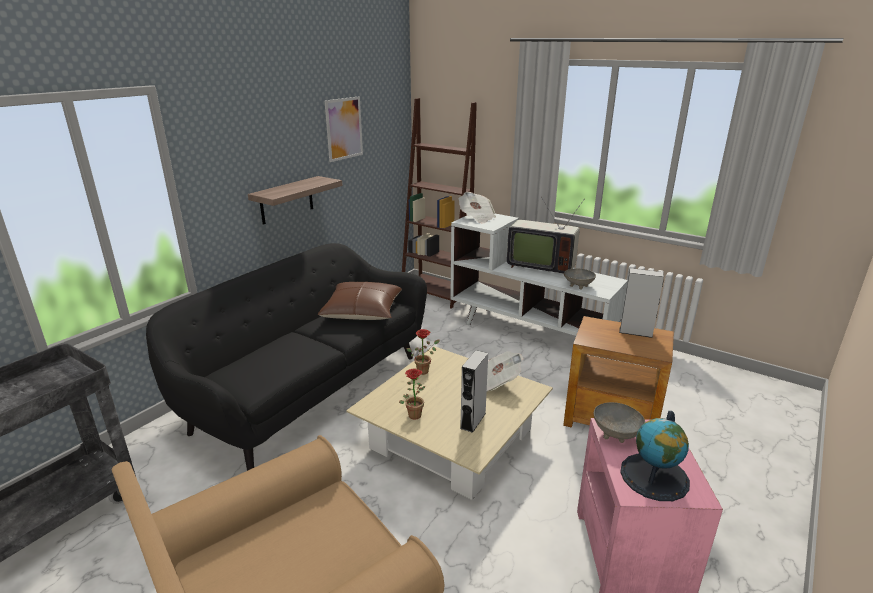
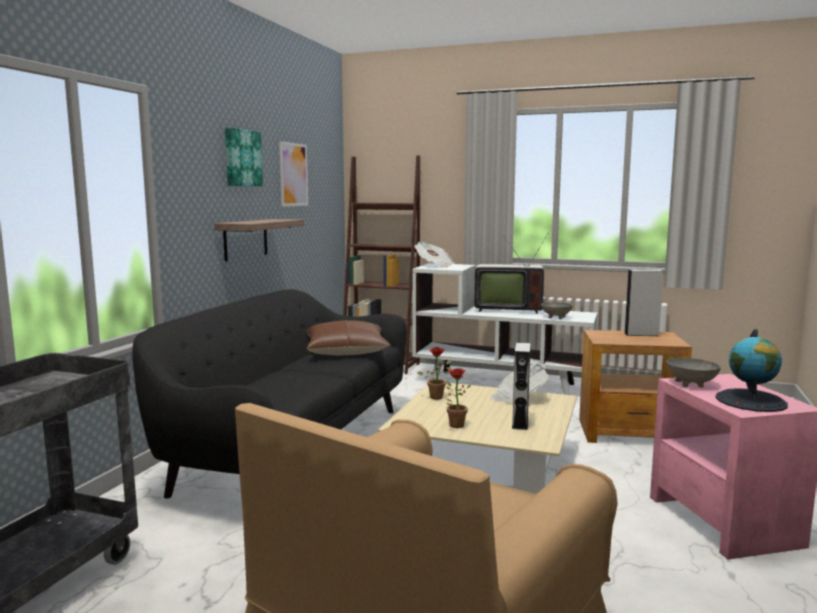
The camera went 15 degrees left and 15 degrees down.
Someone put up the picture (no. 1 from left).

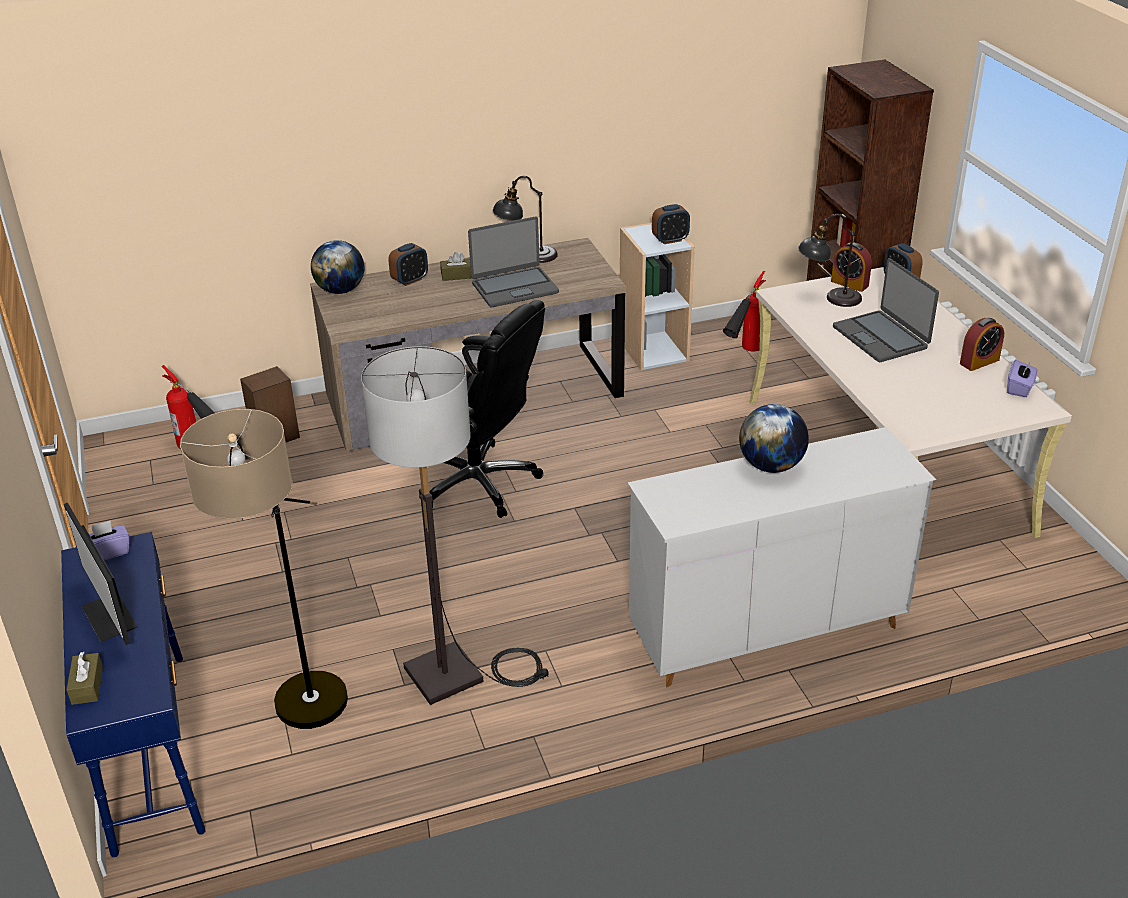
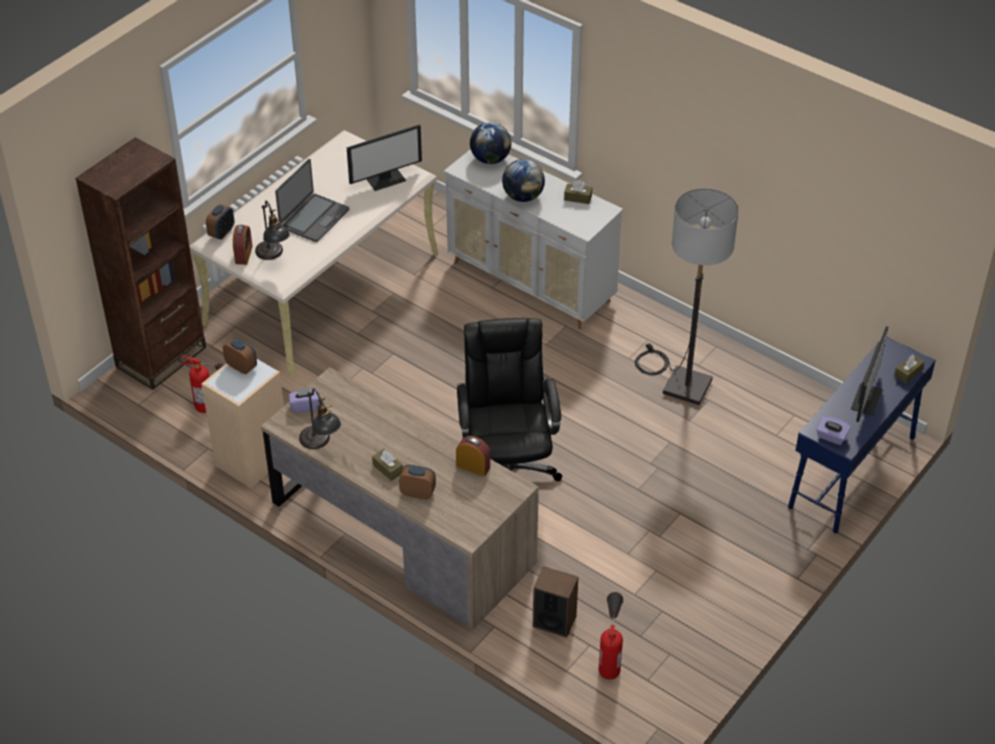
The camera went 125 degrees left and 10 degrees up.
Someone carried the purple-coloured box of tissues (no. 2 from left in the first image).
Someone put down the monitor (no. 1 from left).
Someone carried the table clock (no. 5 from left).
Someone carried the globe (no. 1 from left).
Someone put down the brownish box of tissues (no. 2 from left).
Someone took away the standing lamp (no. 1 from left).
Someone took away the laptop (no. 1 from left).

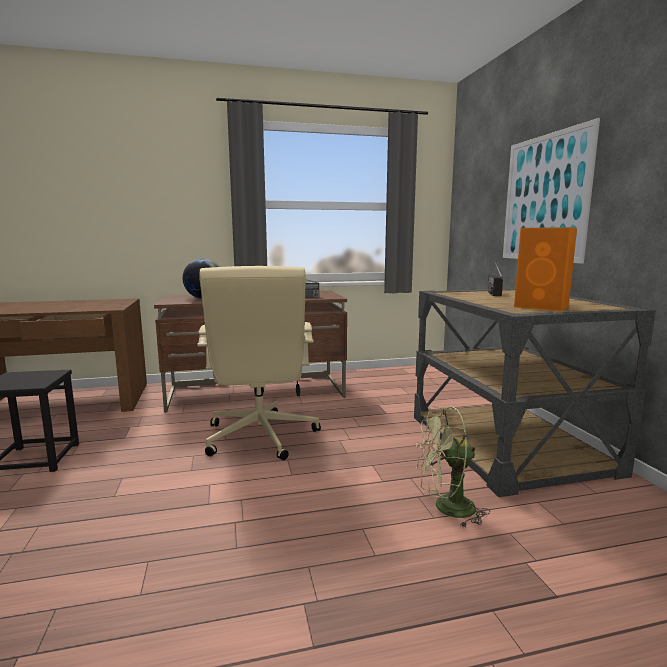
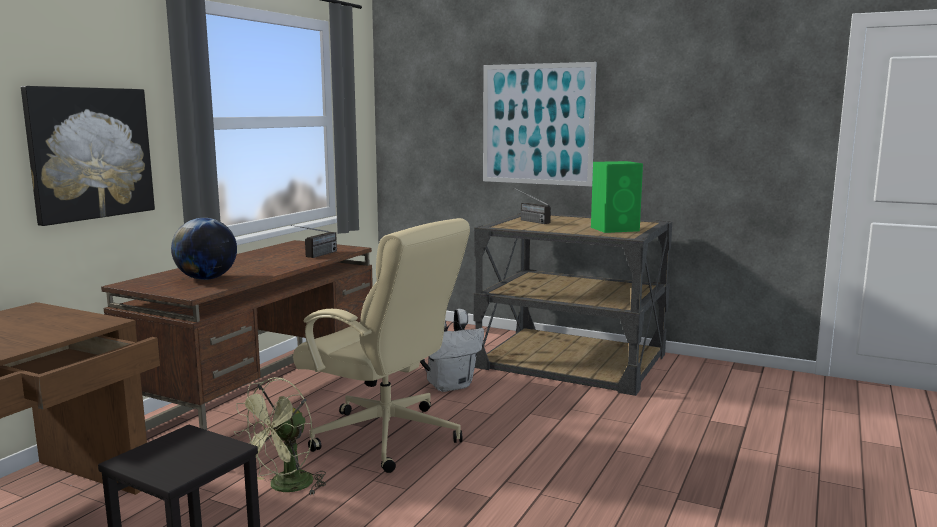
The camera went 50 degrees left and 0 degrees up.
Someone put up the picture (no. 1 from left).
Someone carried the green-coloured cooling fan.
Someone put down the whitish knapsack.
Someone repainted the orangey speaker, which became the green-coloured speaker.

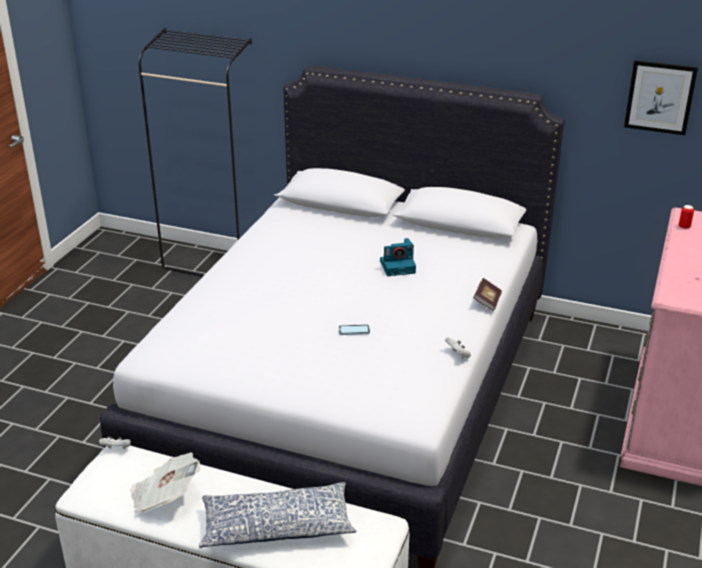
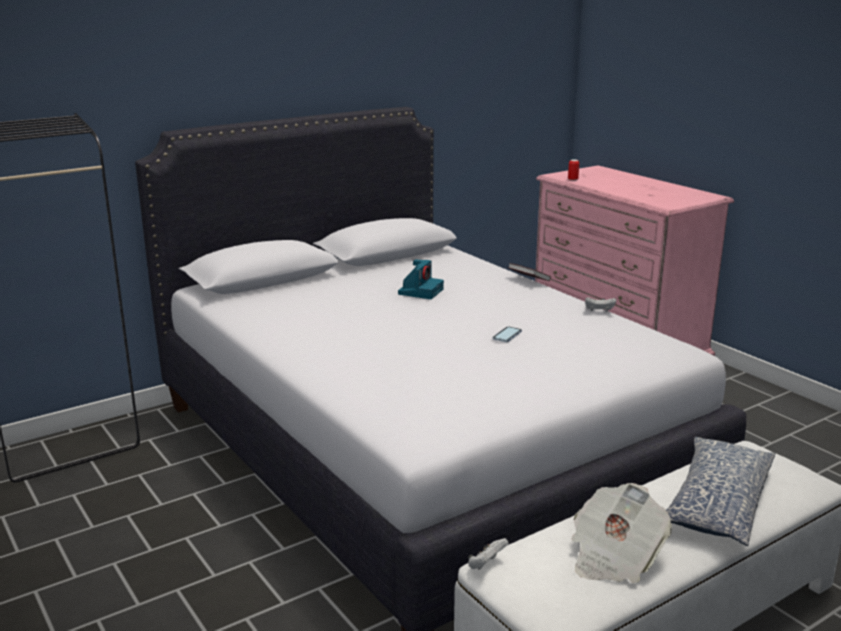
The camera went 55 degrees left and 10 degrees down.
Someone took away the picture.

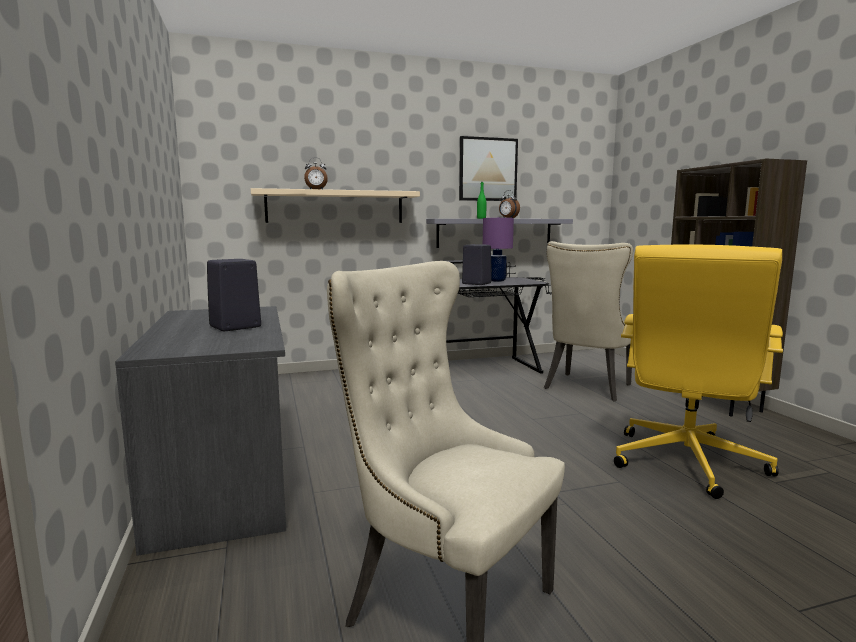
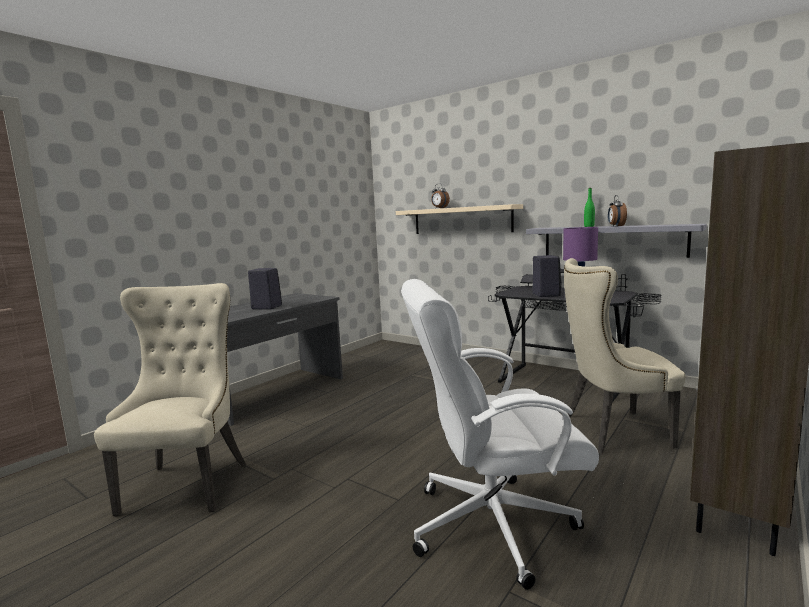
The camera went 55 degrees right and 0 degrees up.
Someone repainted the yellow desk chair, which became the whitish desk chair.
Someone took away the picture.

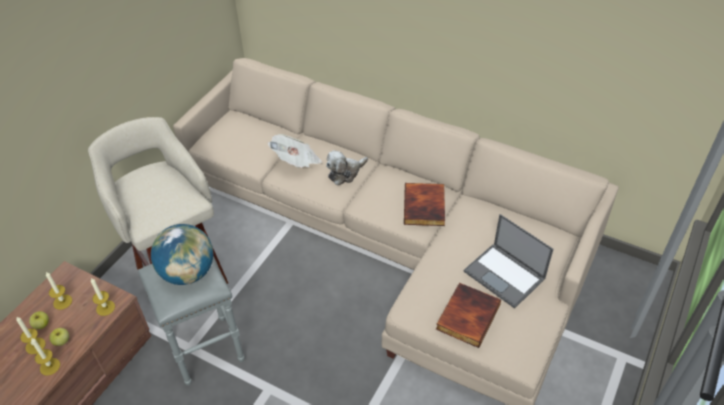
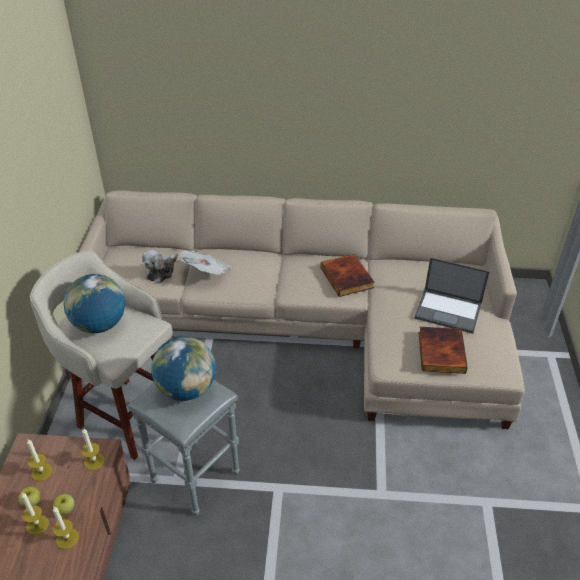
The camera went 25 degrees left and 5 degrees down.
Someone put down the globe (no. 1 from left).
Someone carried the plush toy.

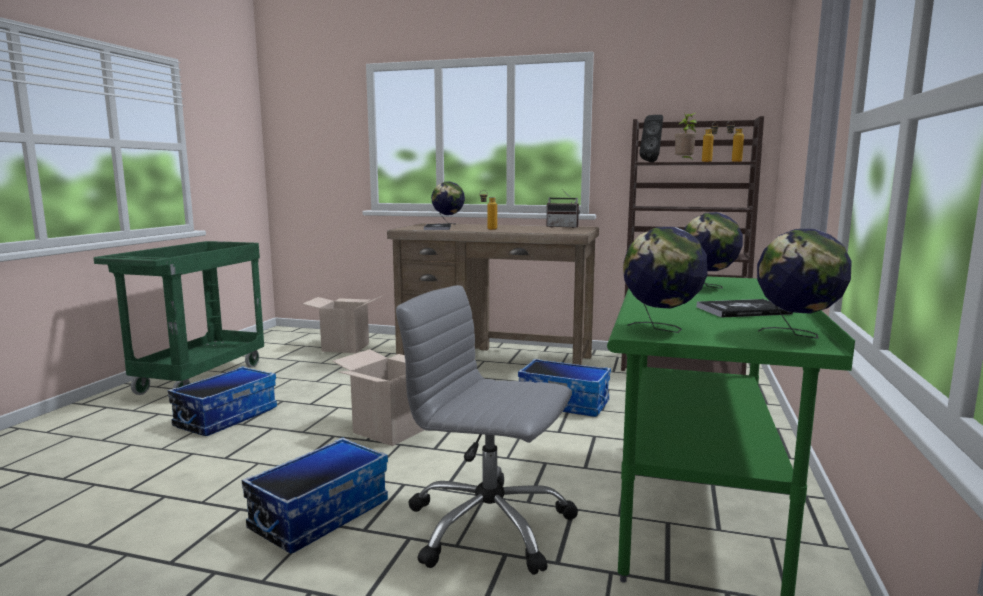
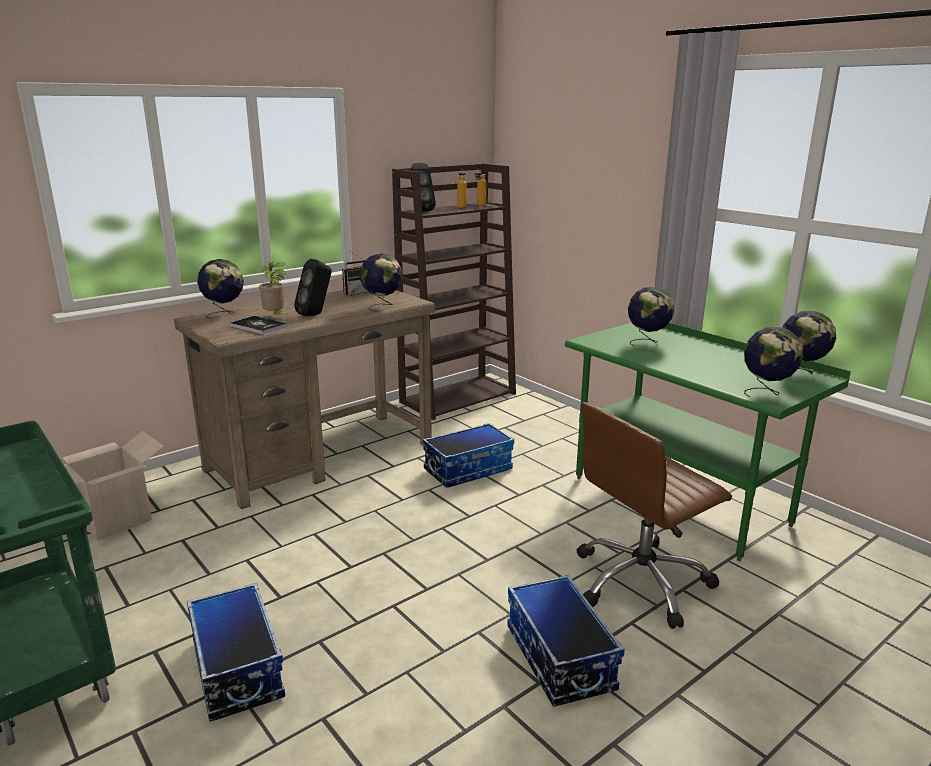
The camera went 55 degrees left and 10 degrees up.
Someone carried the plant in a pot.
Someone swapped the beverage bottle (no. 1 from left) for the black-coloured speaker (no. 1 from left).
Someone put down the globe (no. 2 from left).
Someone repainted the gray desk chair, which became the brownish desk chair.
Someone took away the packing box (no. 2 from left).
Someone took away the volume (no. 2 from left).

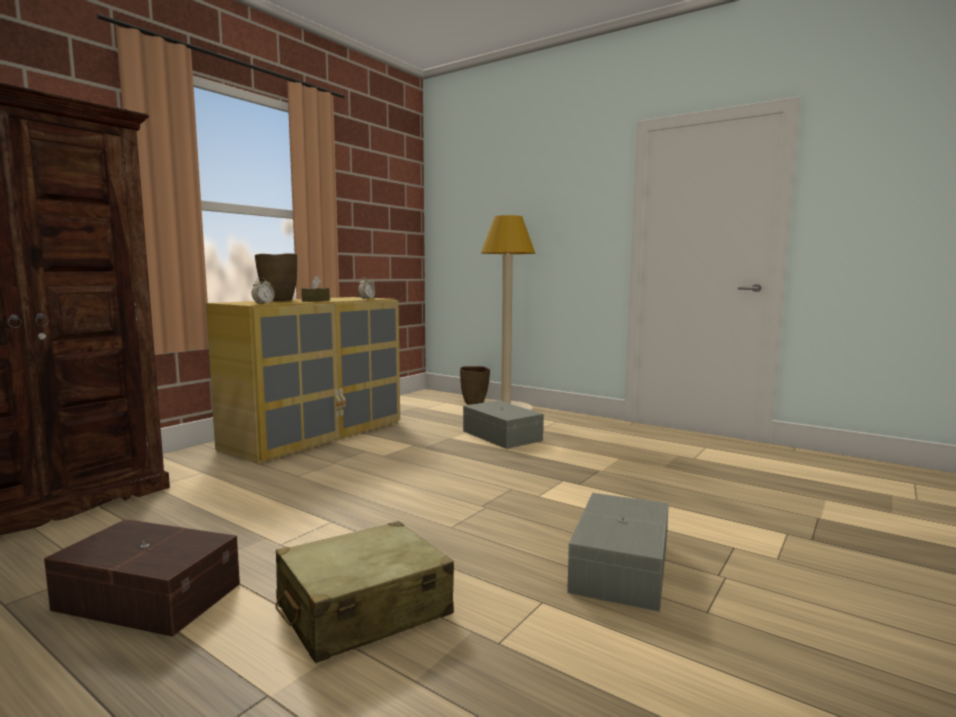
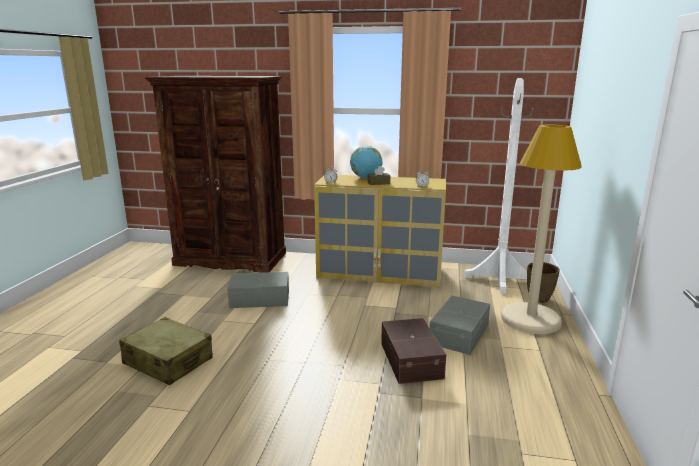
The camera went 65 degrees right and 10 degrees up.
Someone carried the gray storage box (no. 2 from left in the first image).
Someone swapped the brownish flower vase (no. 1 from left) for the globe.
Someone carried the brownish storage box.
Someone put down the whitish garment rack.

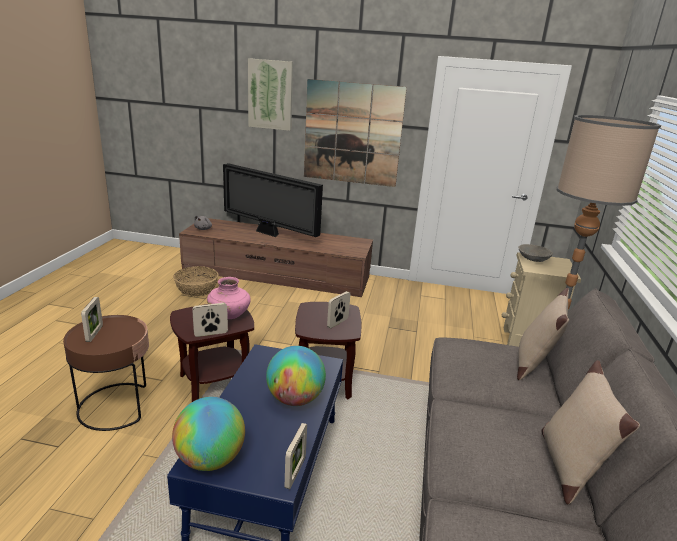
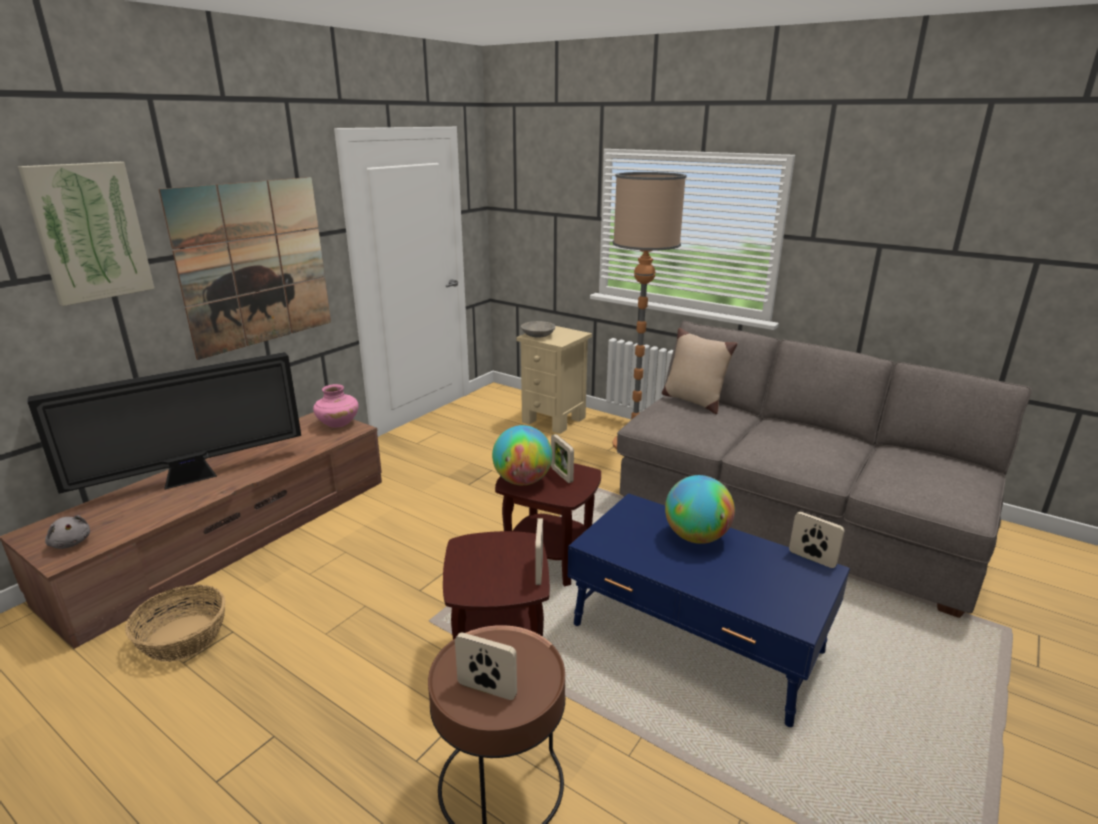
The camera went 65 degrees left and 0 degrees up.
Someone carried the pink flower vase.
Someone carried the globe (no. 1 from left).
Someone took away the sand-coloured throw pillow (no. 2 from left).

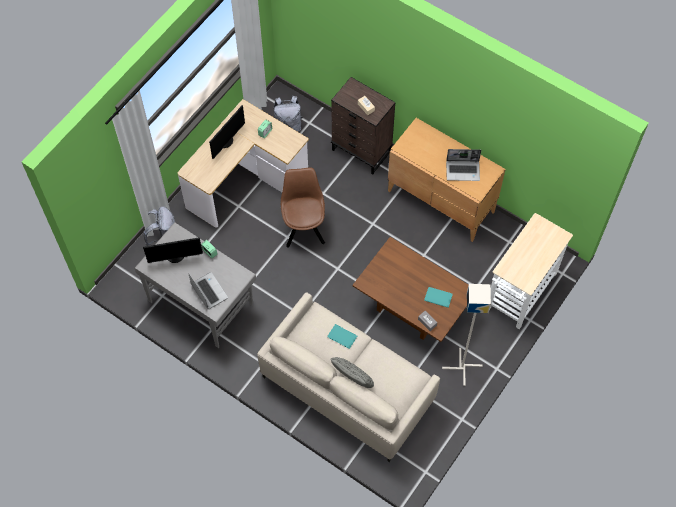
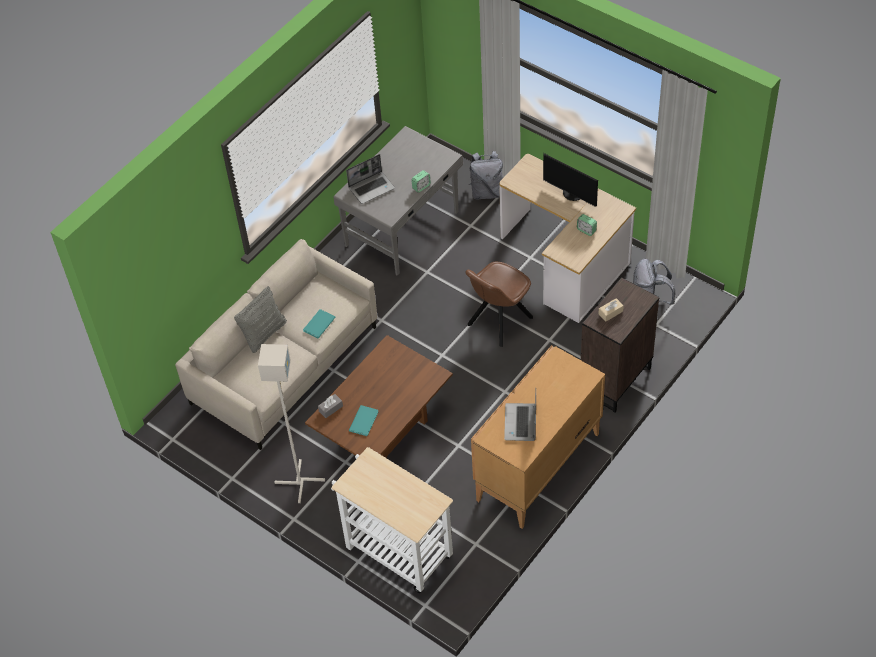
The camera went 95 degrees right and 10 degrees down.
Someone rotated the brownish upright chair by 135 degrees clockwise.
Someone took away the monitor (no. 1 from left).

